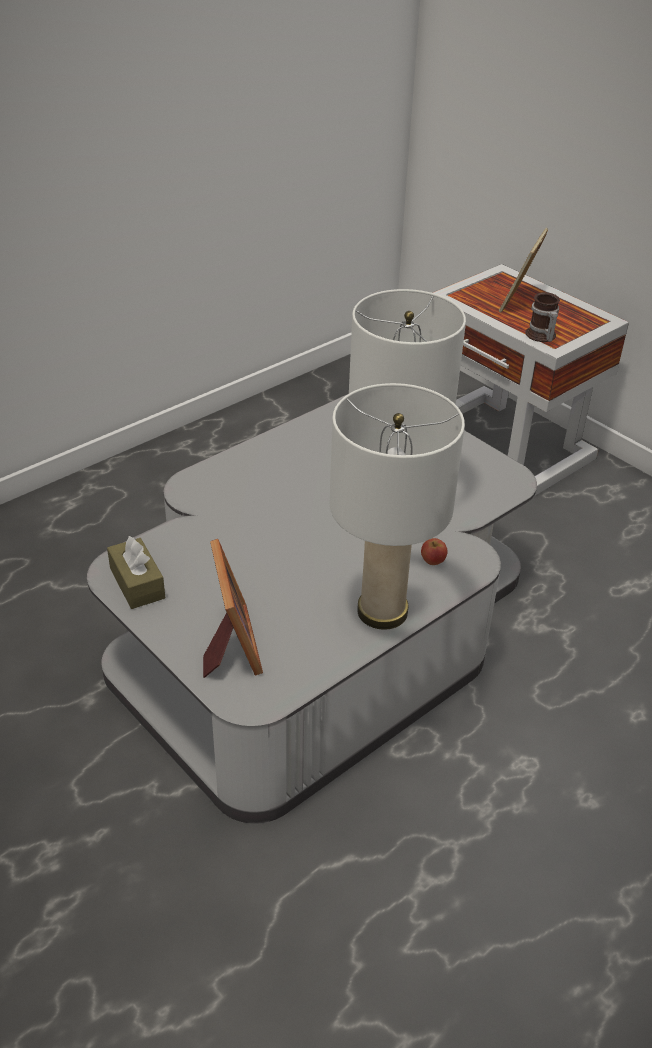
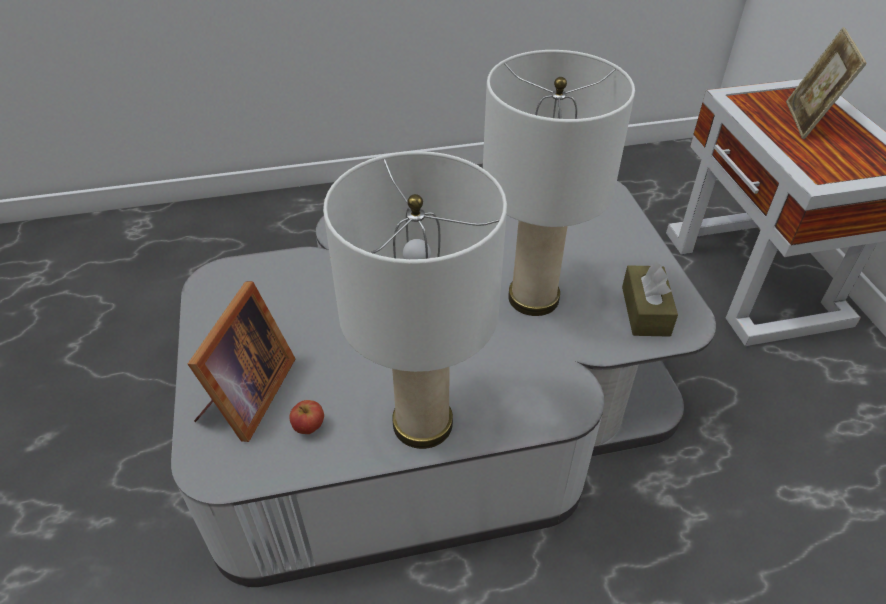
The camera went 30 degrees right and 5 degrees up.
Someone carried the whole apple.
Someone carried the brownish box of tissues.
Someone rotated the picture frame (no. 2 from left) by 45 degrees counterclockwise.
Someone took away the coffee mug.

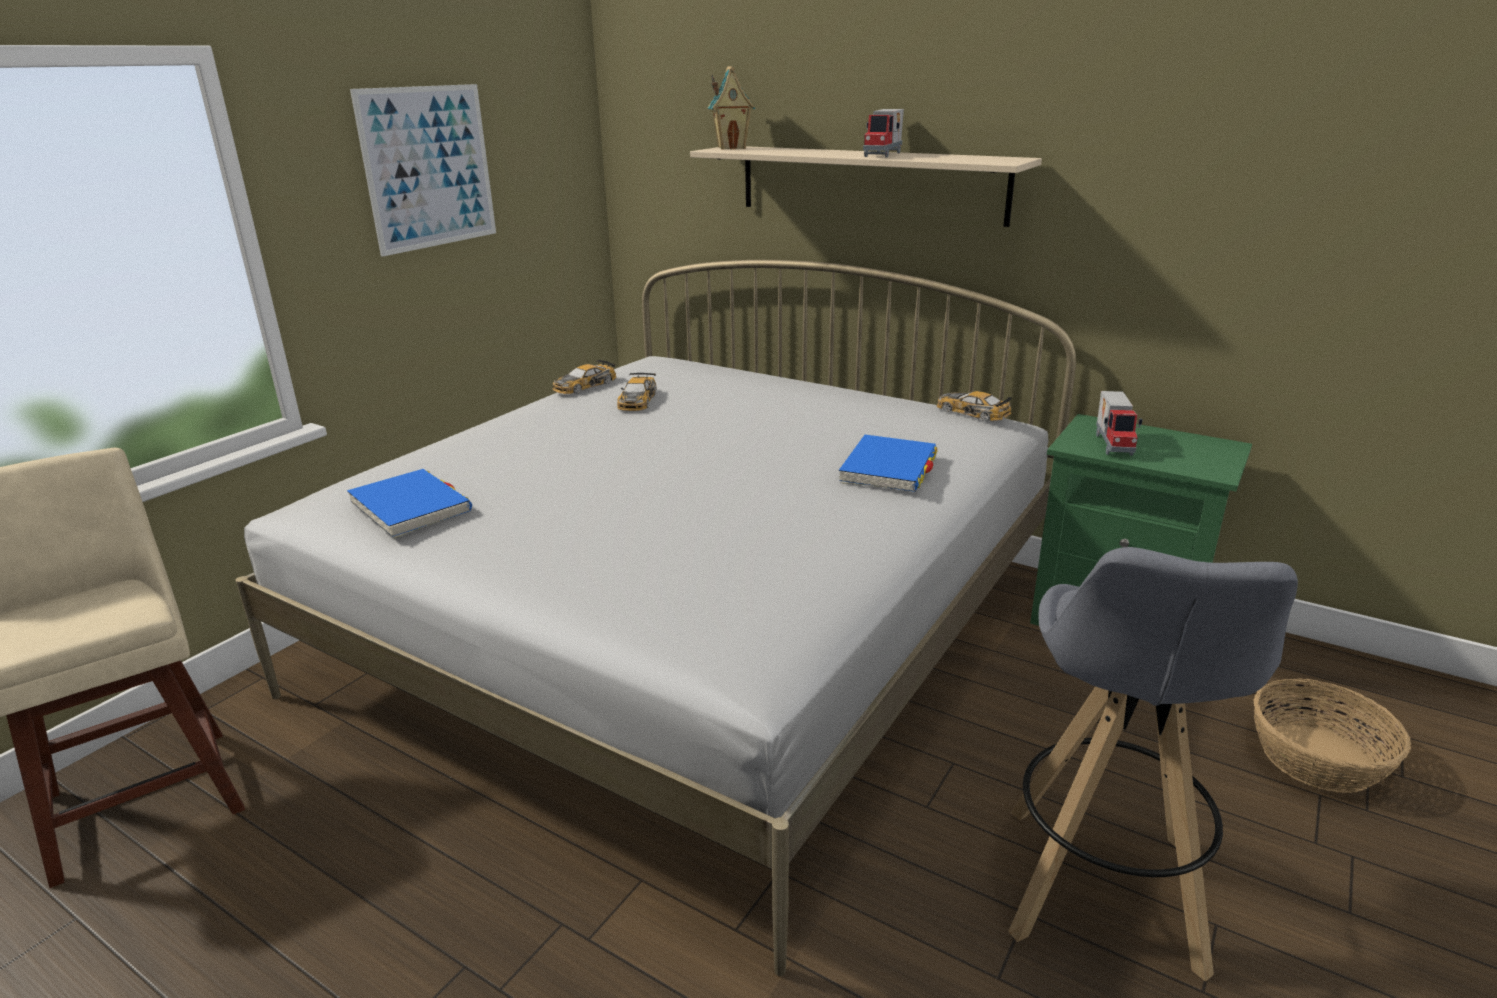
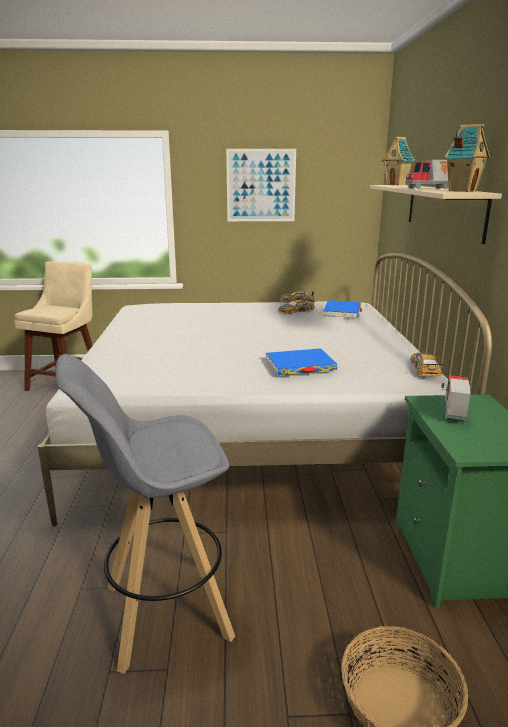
The camera went 55 degrees right and 5 degrees down.
Someone carried the blue volume (no. 1 from left in the first image).
Someone rotated the toy lorry (no. 2 from left) by 135 degrees clockwise.
Someone put down the toy house (no. 2 from left).

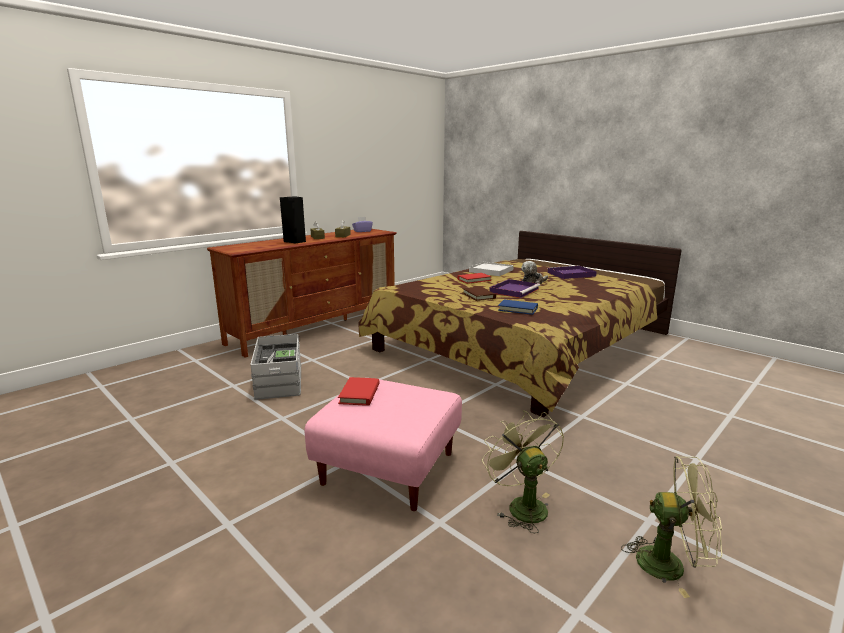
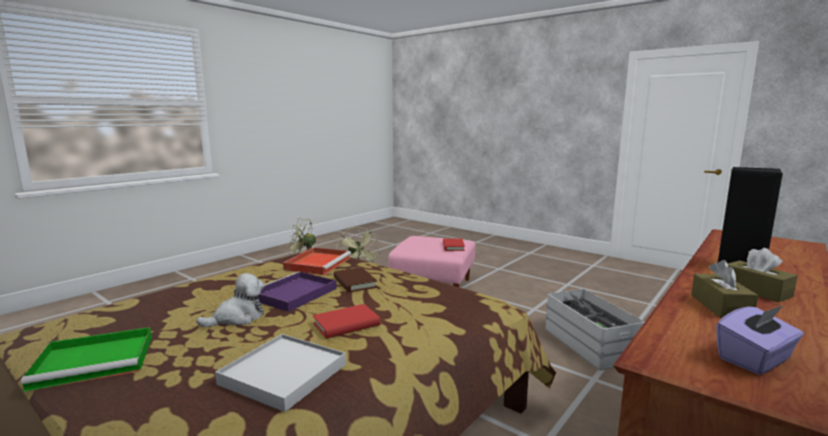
The camera went 175 degrees right and 5 degrees down.
Someone repainted the purple-coloured serving tray (no. 2 from left), which became the green-coloured serving tray.
Someone swapped the blue volume for the red-coloured serving tray.

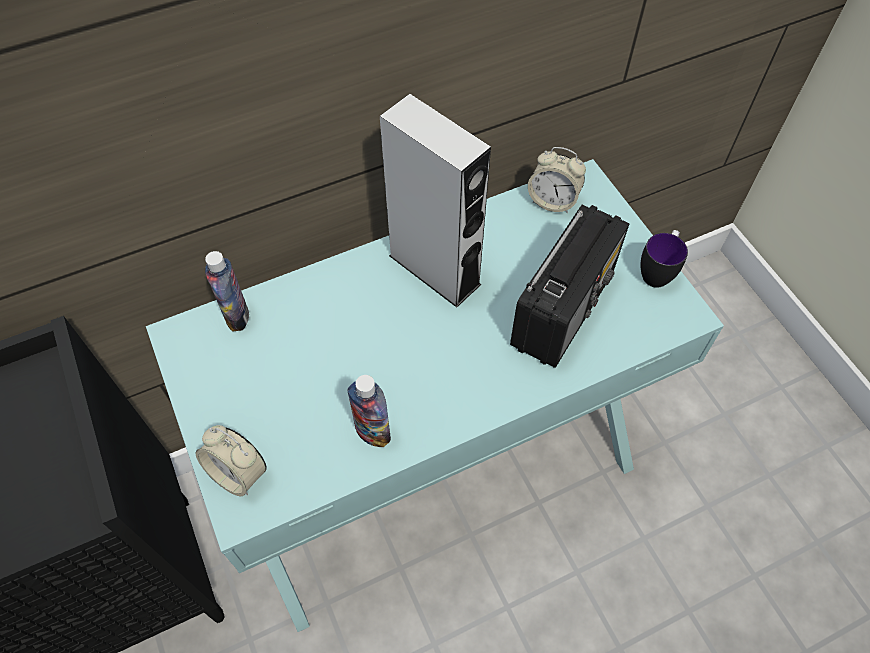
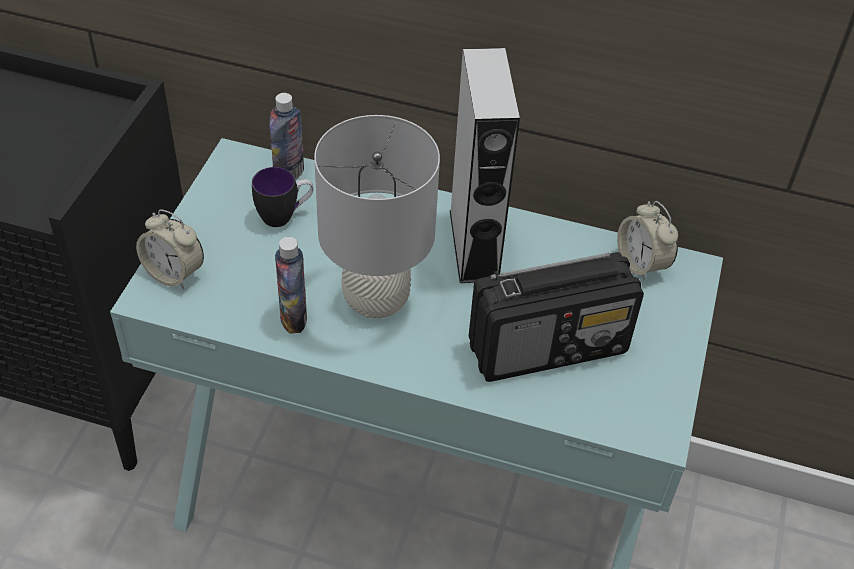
The camera went 40 degrees right and 10 degrees down.
Someone rotated the table clock (no. 1 from left) by 45 degrees counterclockwise.
Someone carried the coffee mug.
Someone put down the gray lamp for a table.

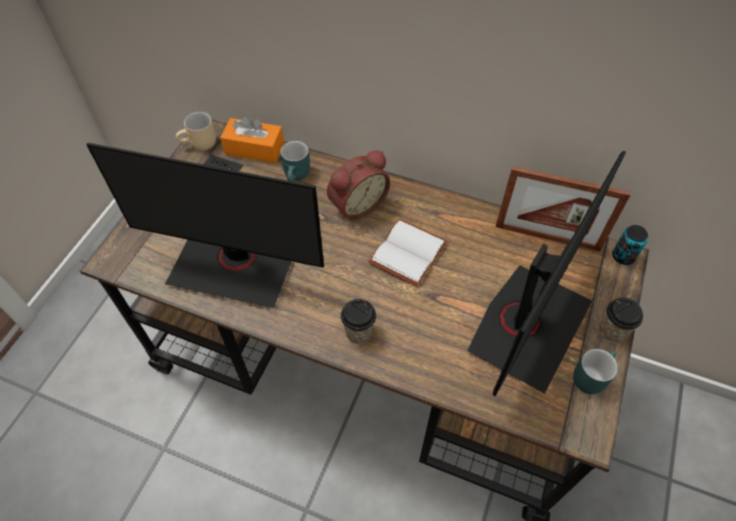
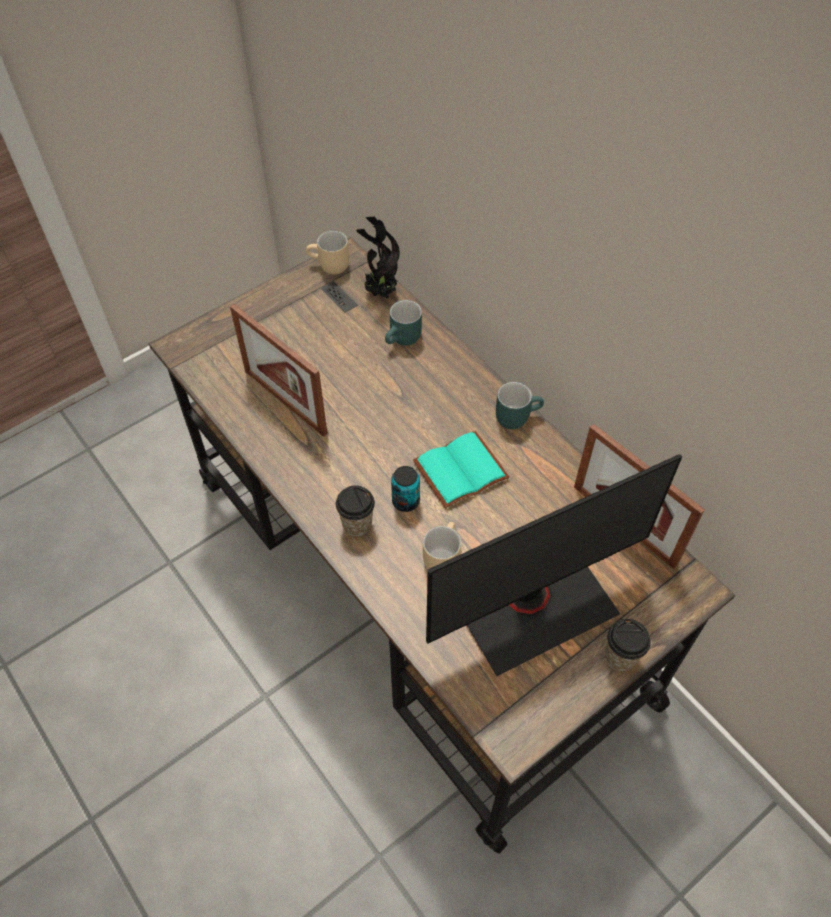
The camera went 30 degrees right and 0 degrees up.
Someone swapped the monitor (no. 1 from left) for the picture frame (no. 1 from left).
Someone swapped the orangey box of tissues for the plant in a pot.
Someone carried the sealed can.
Someone repainted the whitish volume, which became the blue-green volume.
Someone put down the sand-coloured coffee mug (no. 2 from left).
Someone carried the blue-green coffee mug (no. 2 from left).
Someone took away the table clock.

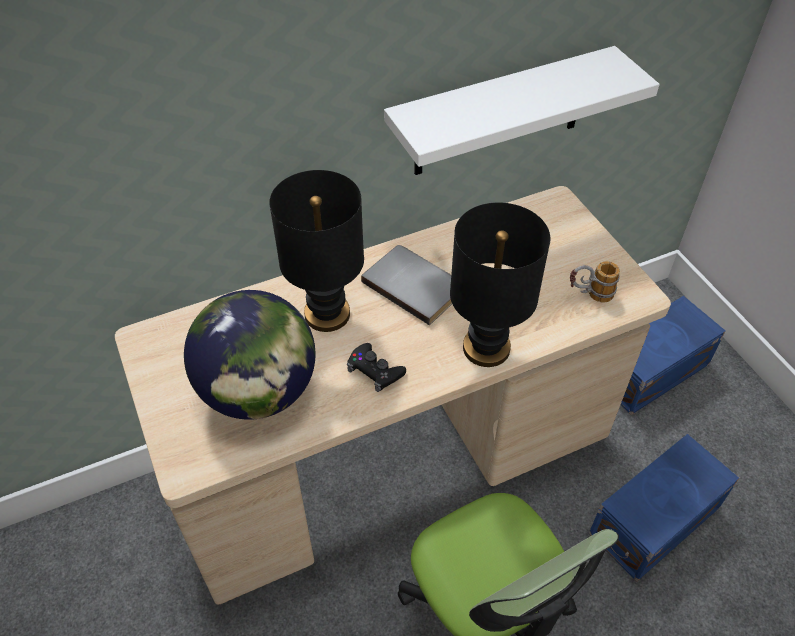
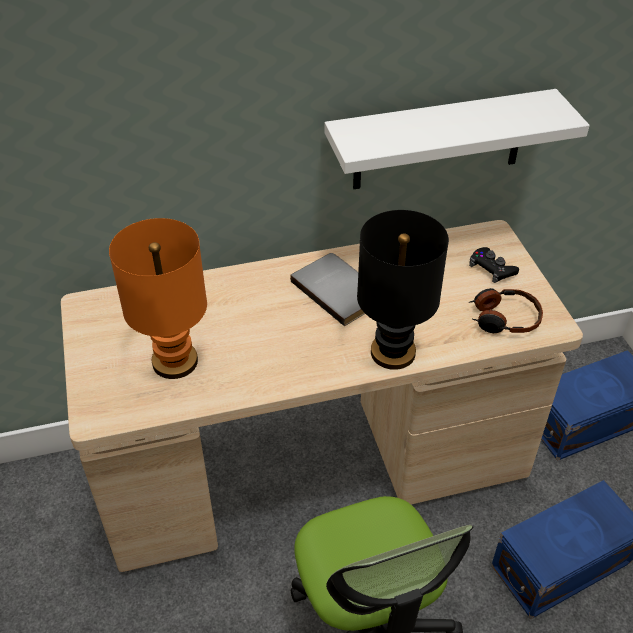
The camera went 10 degrees right and 5 degrees down.
Someone swapped the globe for the orangey lamp for a table.
Someone carried the black-coloured gamepad.
Someone swapped the coffee mug for the headphones.
Someone took away the black-coloured lamp for a table (no. 1 from left).

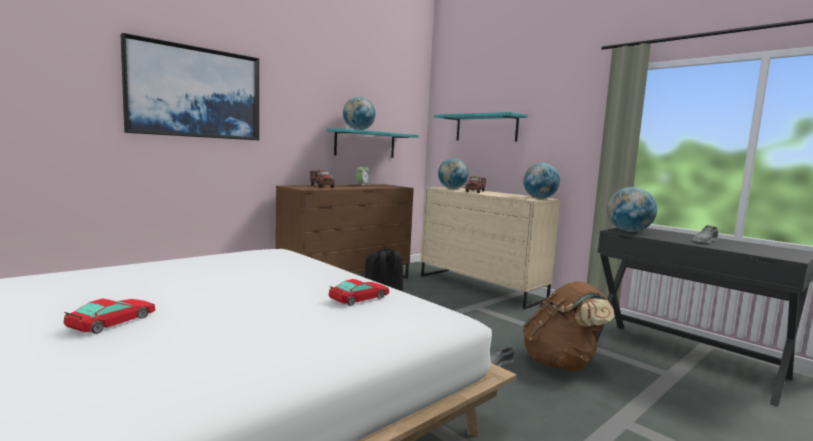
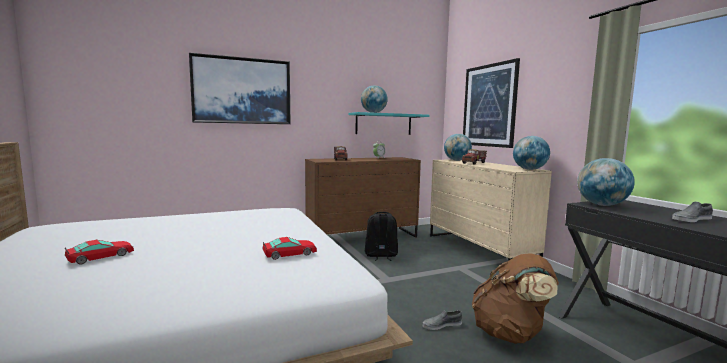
The camera went 20 degrees right and 0 degrees up.
Someone swapped the blue-green bracket shelf (no. 2 from left) for the picture (no. 2 from left).

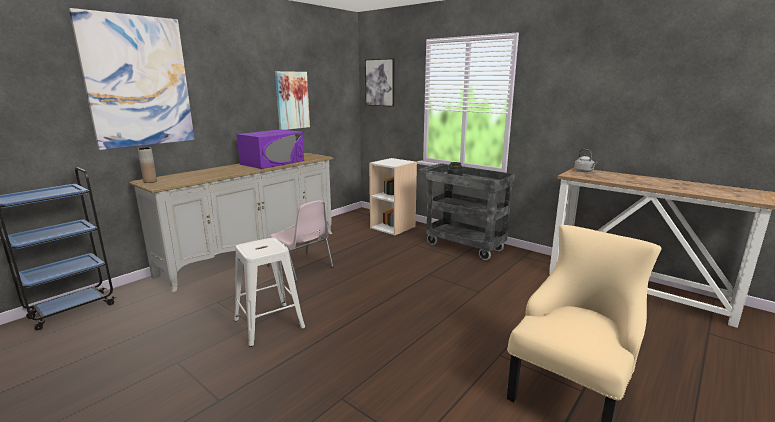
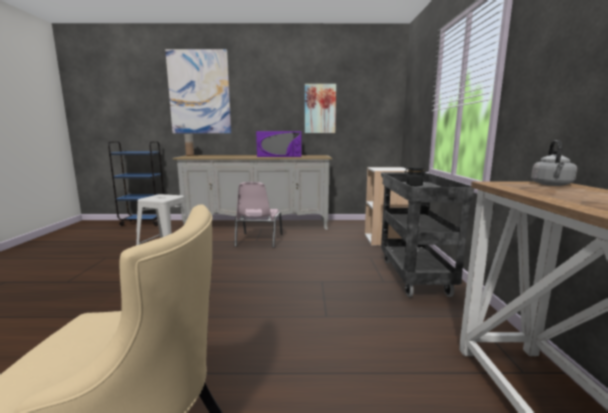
The camera went 50 degrees right and 5 degrees down.
Someone took away the picture (no. 3 from left).

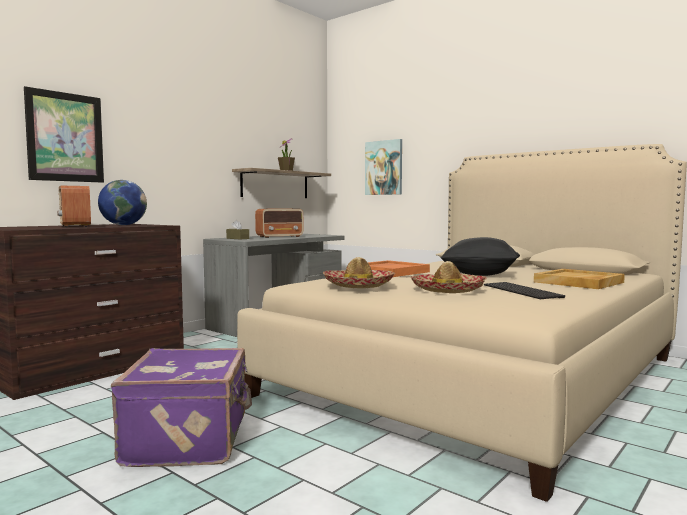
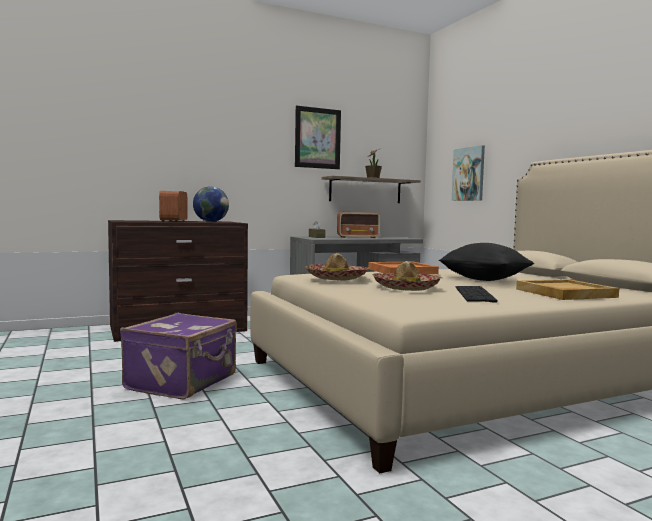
The camera went 25 degrees right and 0 degrees up.
Someone carried the picture (no. 1 from left).

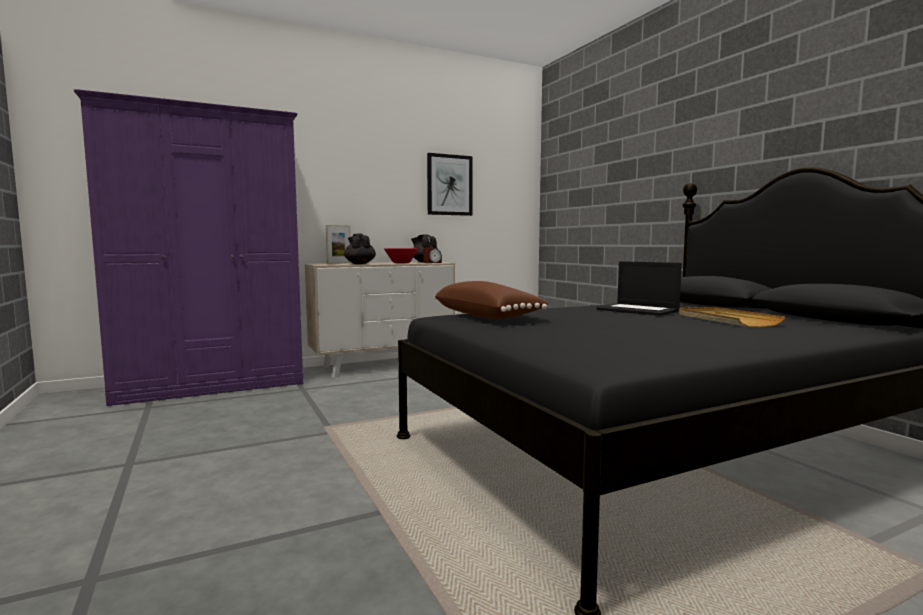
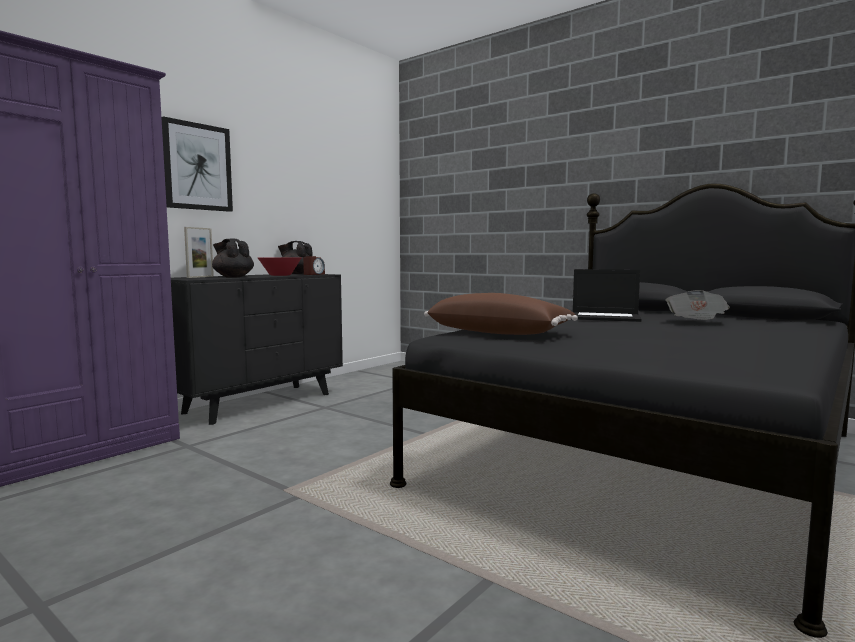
The camera went 25 degrees left and 0 degrees up.
Someone carried the picture.
Someone repainted the whitish dresser, which became the black-coloured dresser.
Someone swapped the sand-coloured serving tray for the printed paper.

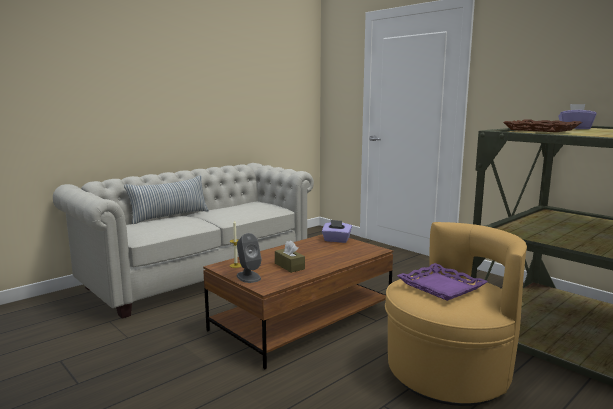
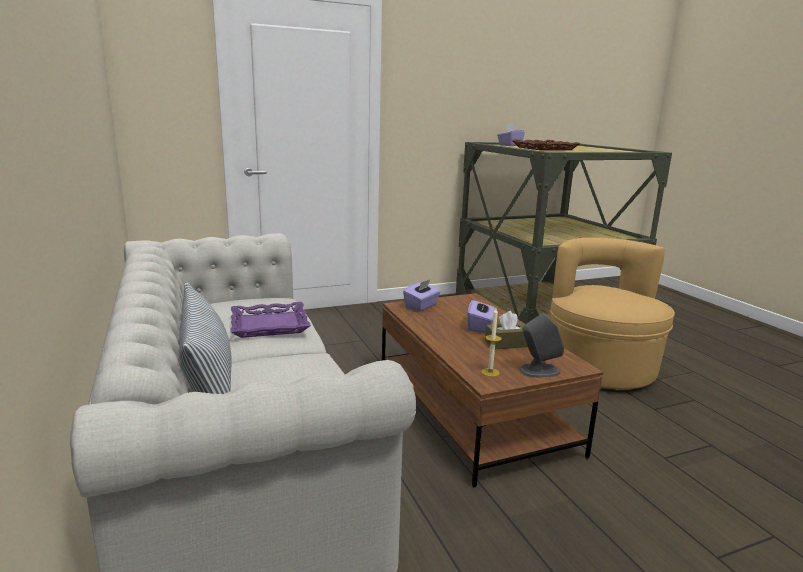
The camera went 70 degrees left and 5 degrees up.
Someone carried the purple-coloured serving tray.
Someone put down the purple-coloured box of tissues (no. 2 from left).

